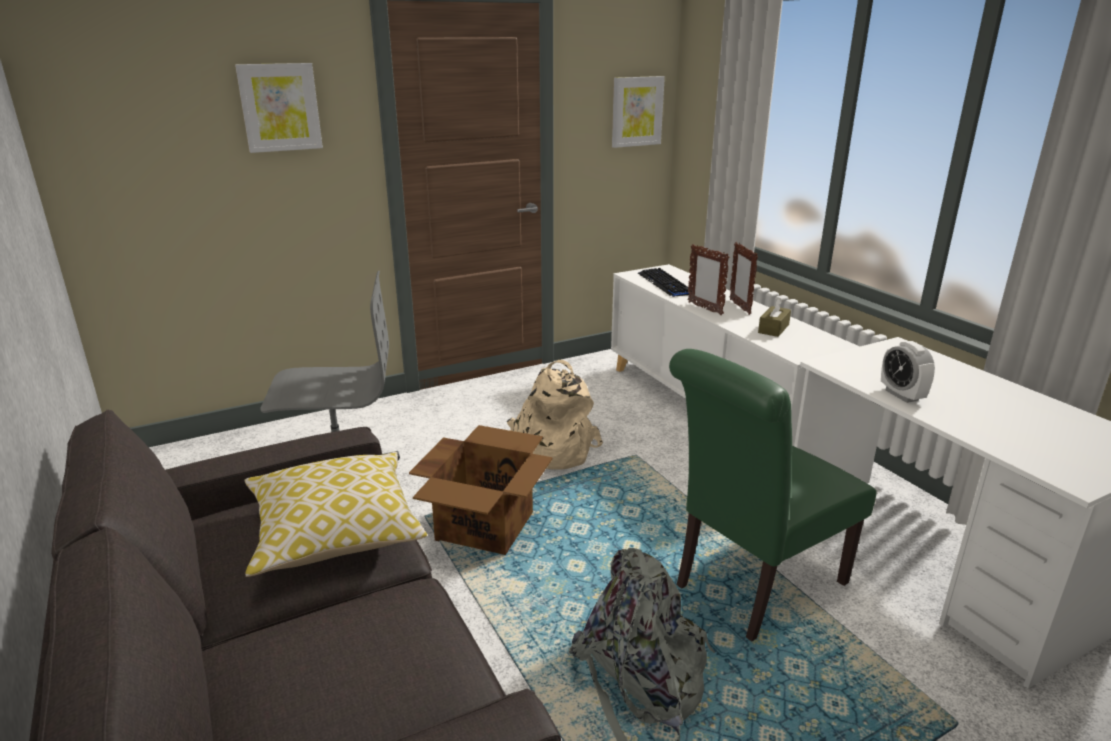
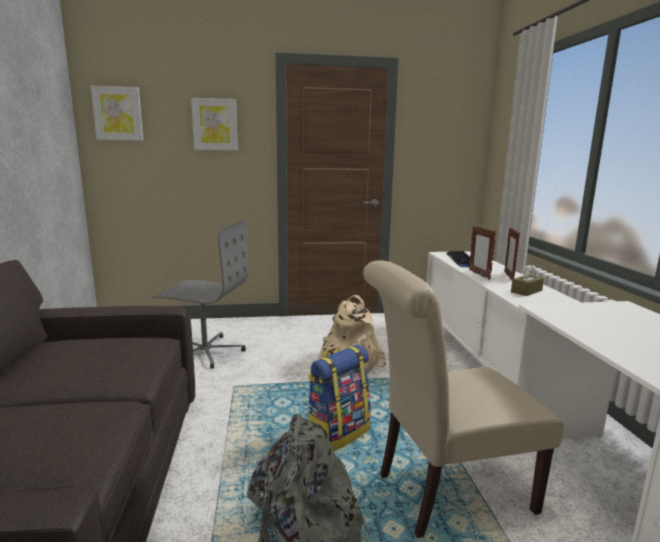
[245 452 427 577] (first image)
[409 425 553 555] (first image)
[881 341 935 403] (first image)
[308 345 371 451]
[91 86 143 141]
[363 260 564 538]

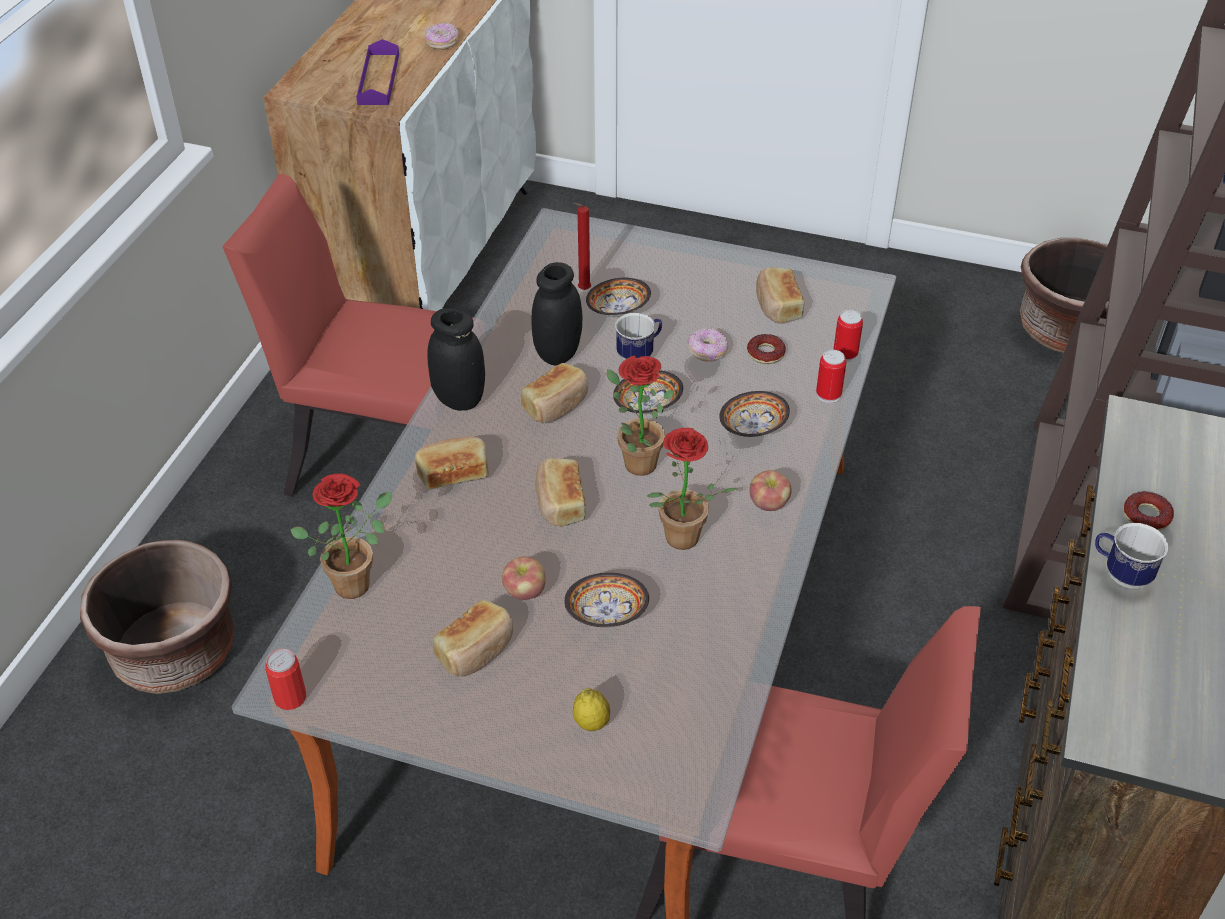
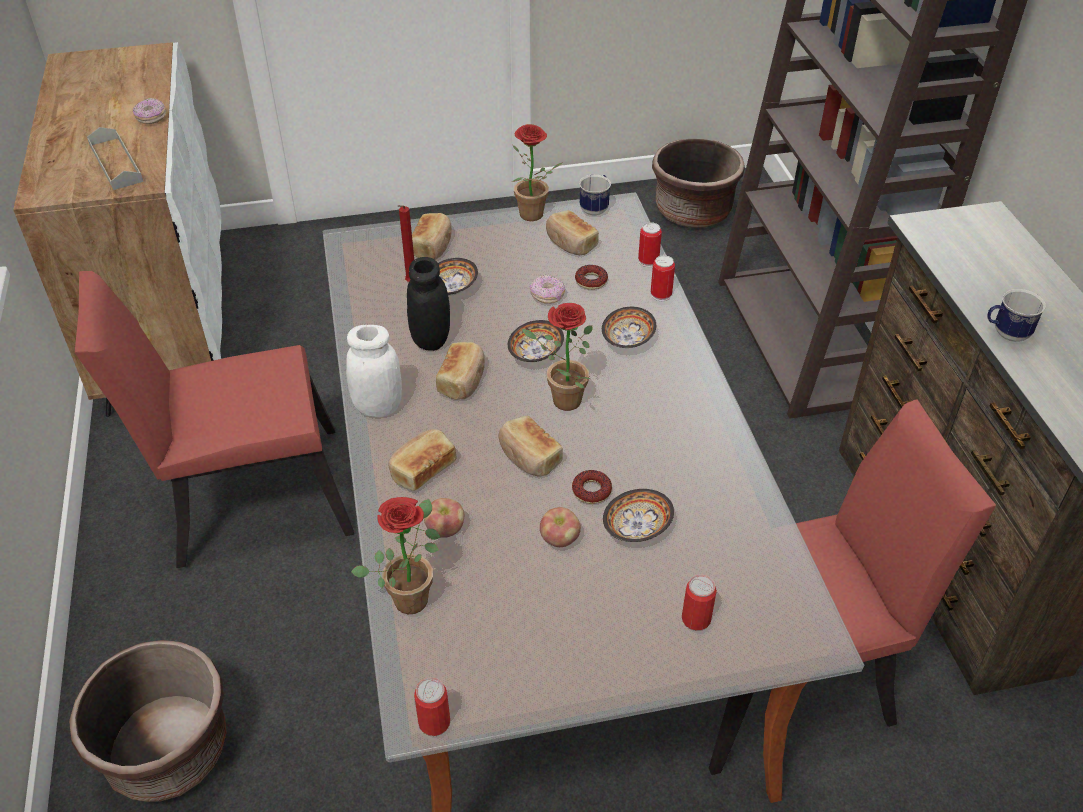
[412 213 452 260]
[579 175 611 216]
[512 124 563 221]
[424 498 464 538]
[572 470 612 504]
[682 575 717 630]
[87 127 144 190]
[346 325 402 417]

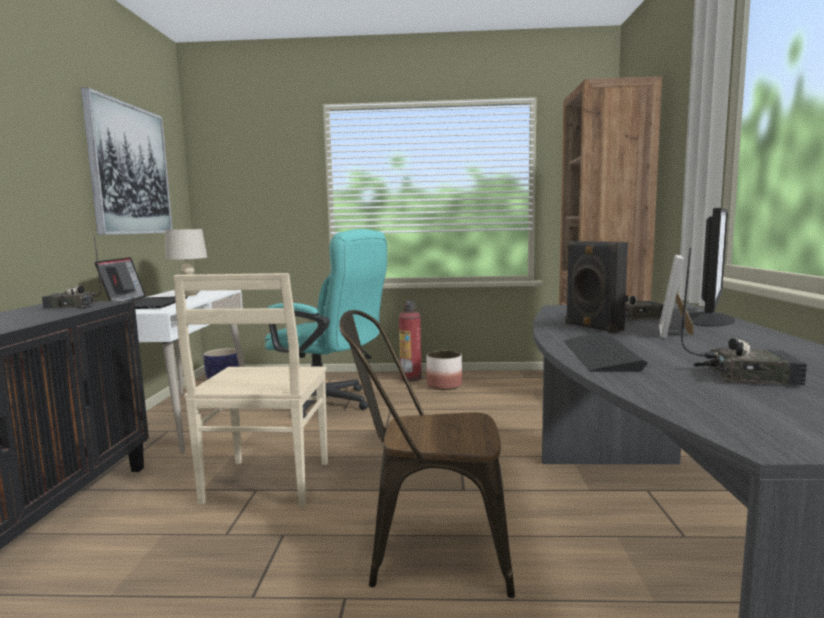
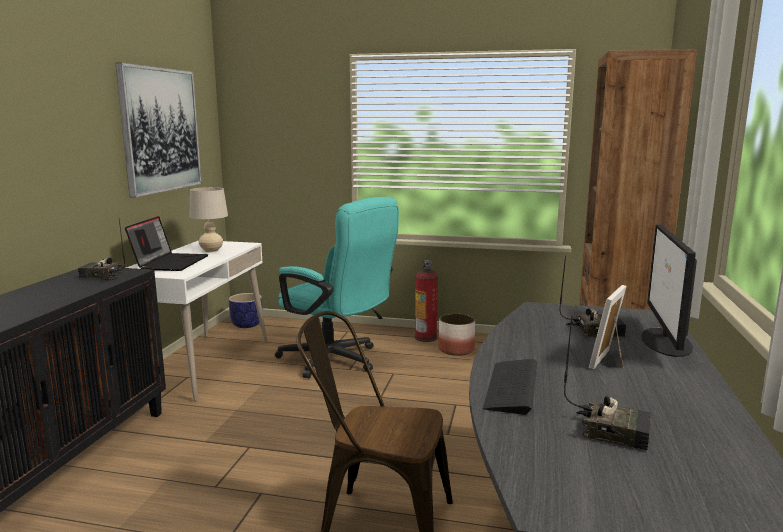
[173 273 328 507] (first image)
[566 241 628 333] (first image)
[641 224 697 357]

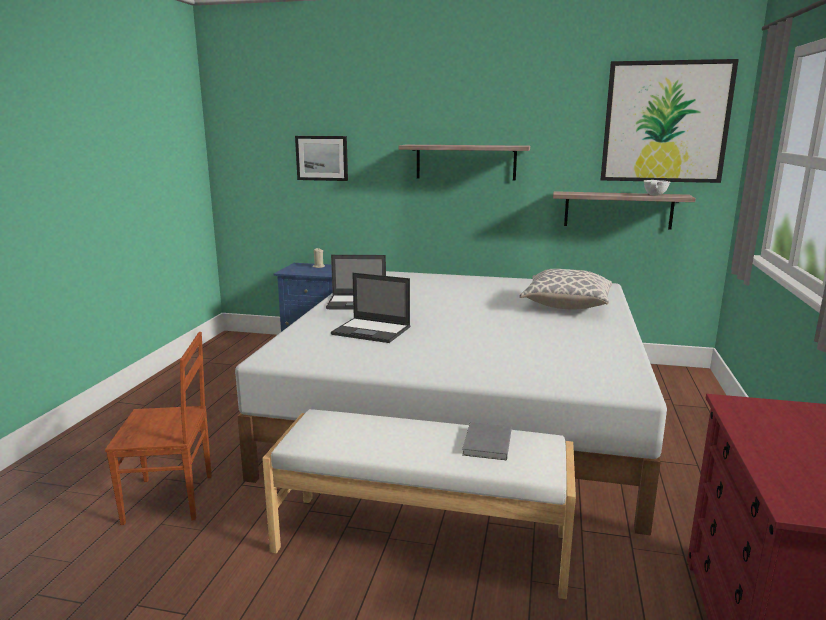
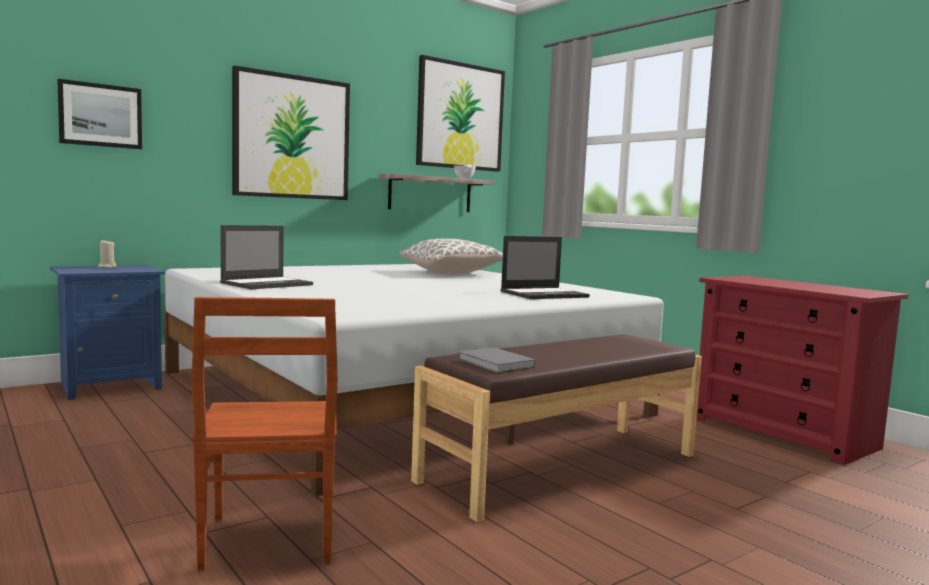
[501 236 590 299]
[458 348 535 373]
[232 65 350 200]
[411 335 702 522]
[192 297 338 571]

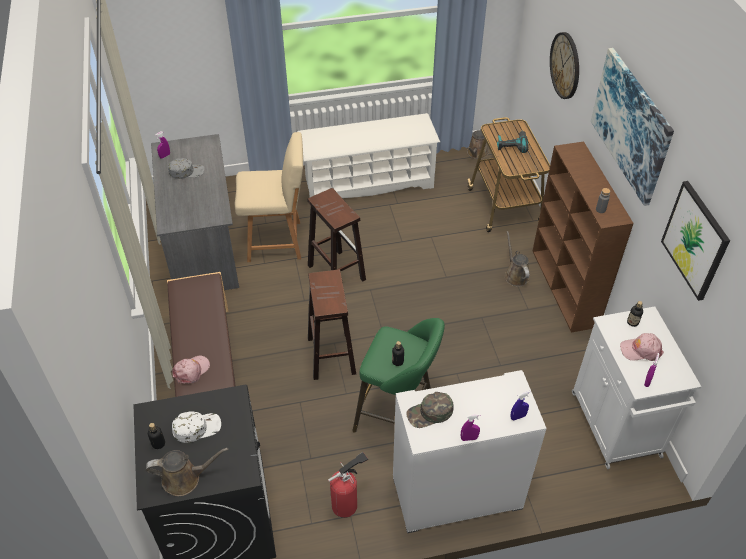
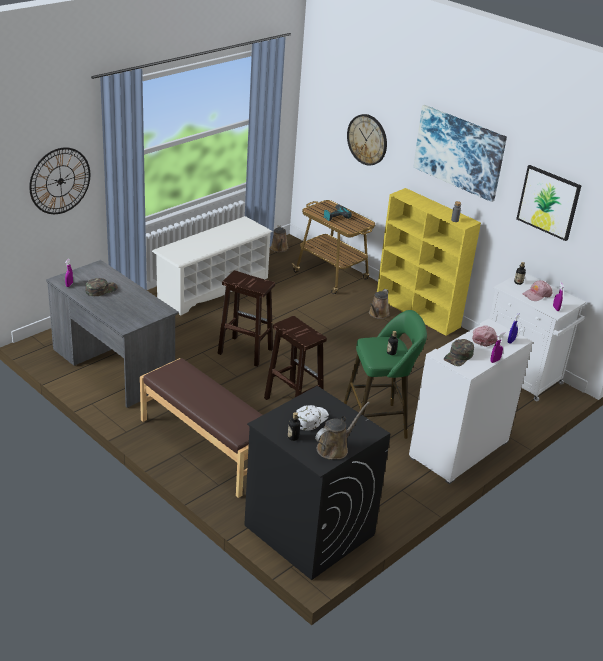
[235 132 303 262] (first image)
[328 452 368 518] (first image)
[29 147 90 214]
[472 325 497 347]
[85 278 118 296]
[377 188 481 336]
[369 289 390 319]

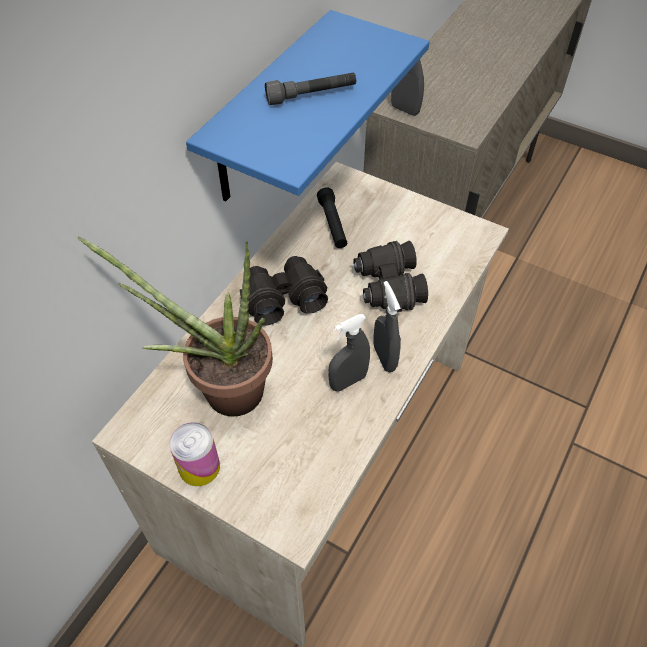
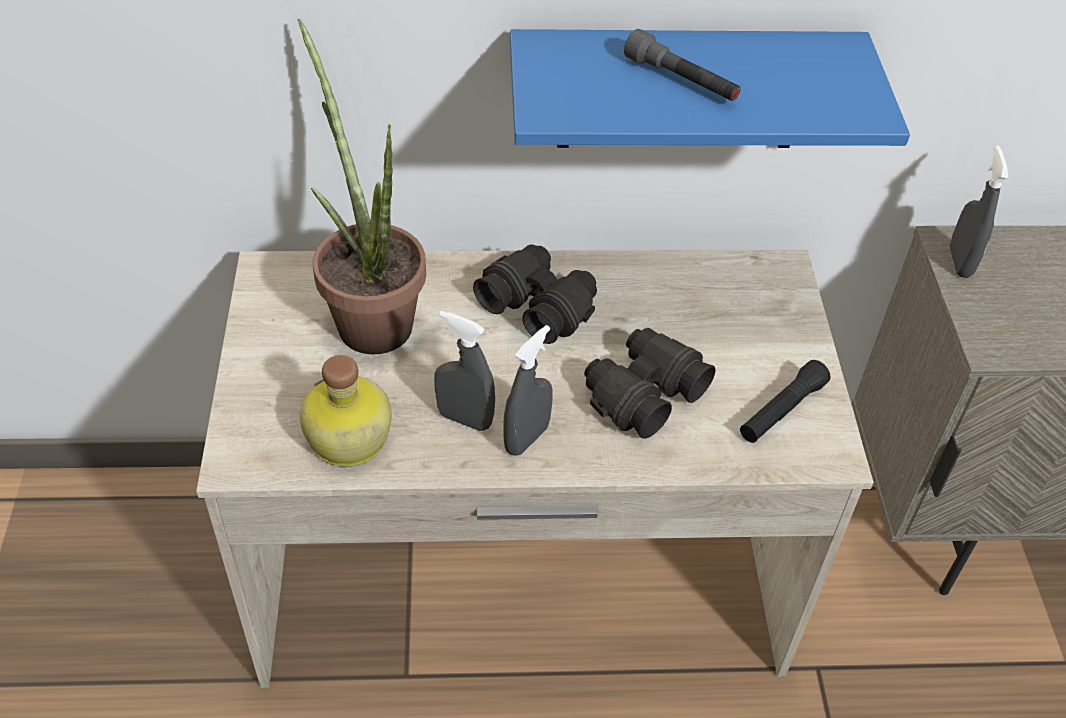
[169 422 220 486] (first image)
[300 355 392 467]
[740 360 831 443]

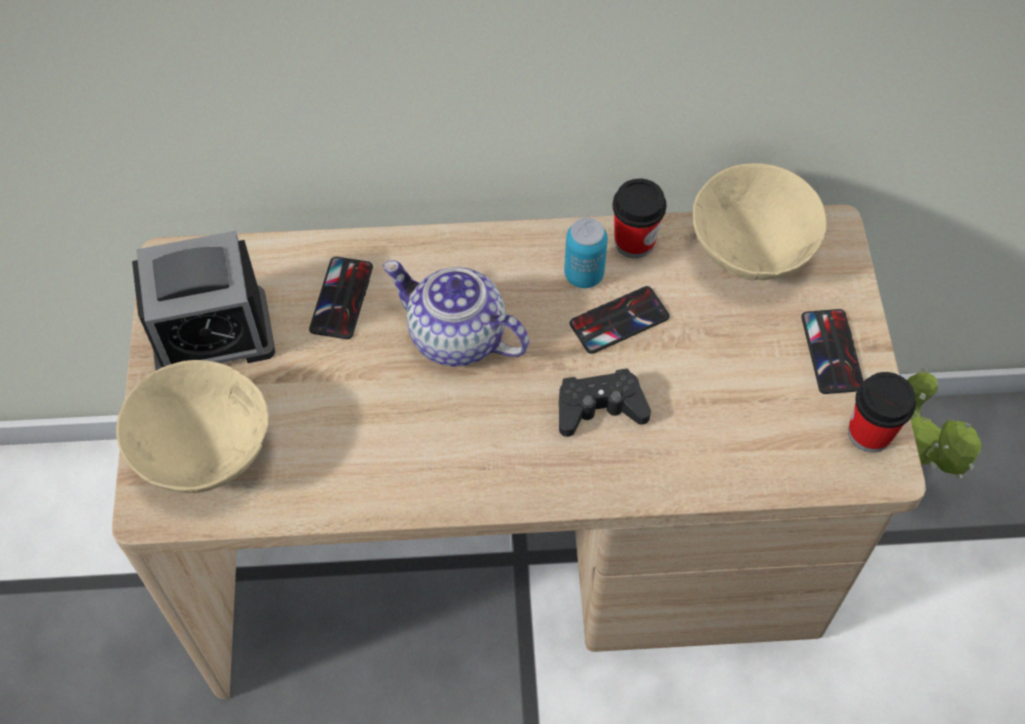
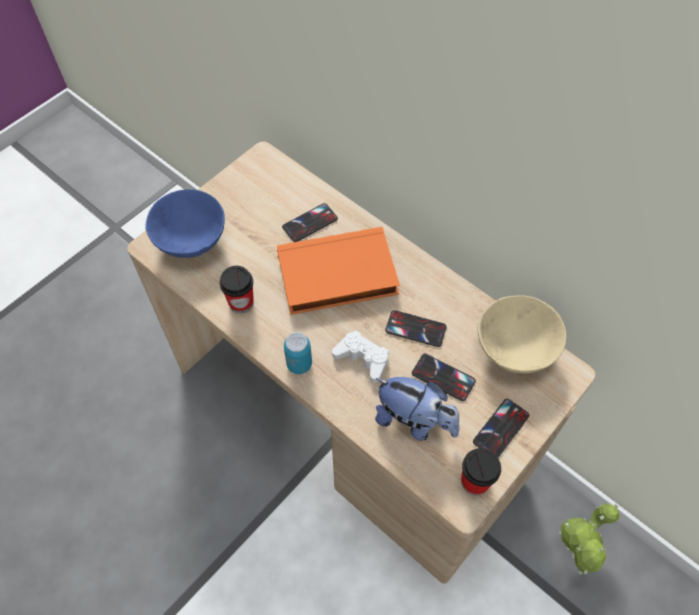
[132 231 275 370] (first image)
[375 377 459 441]
[412 354 476 401]
[284 333 312 374]
[220 266 254 313]
[277 227 400 315]
[145 189 225 258]
[332 331 389 383]

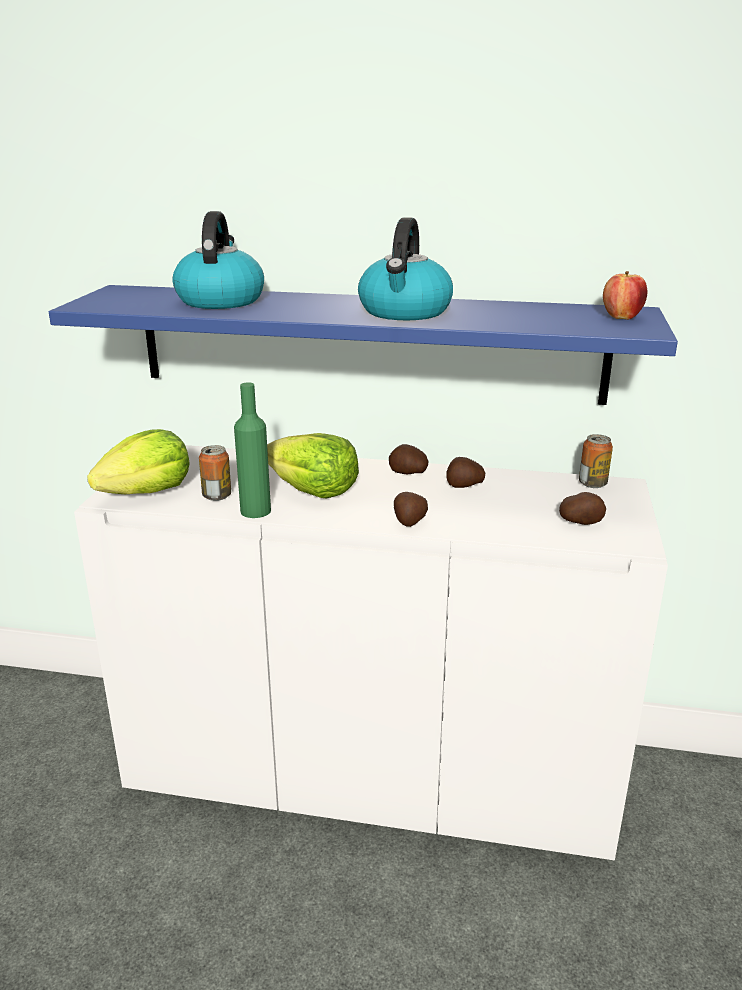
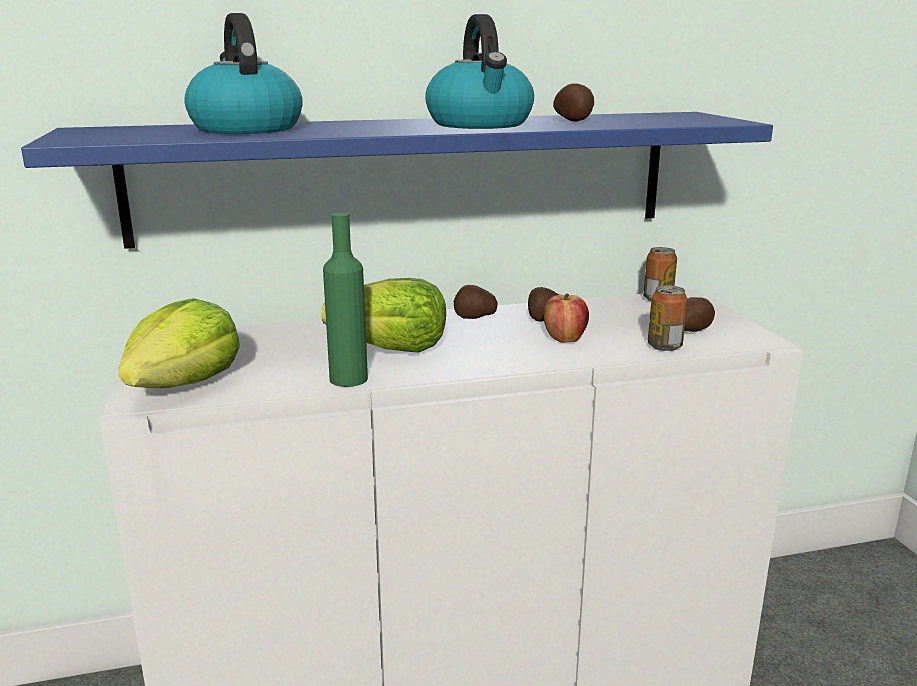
[648 285 688 351]
[553 83 594 122]
[544 293 589 343]

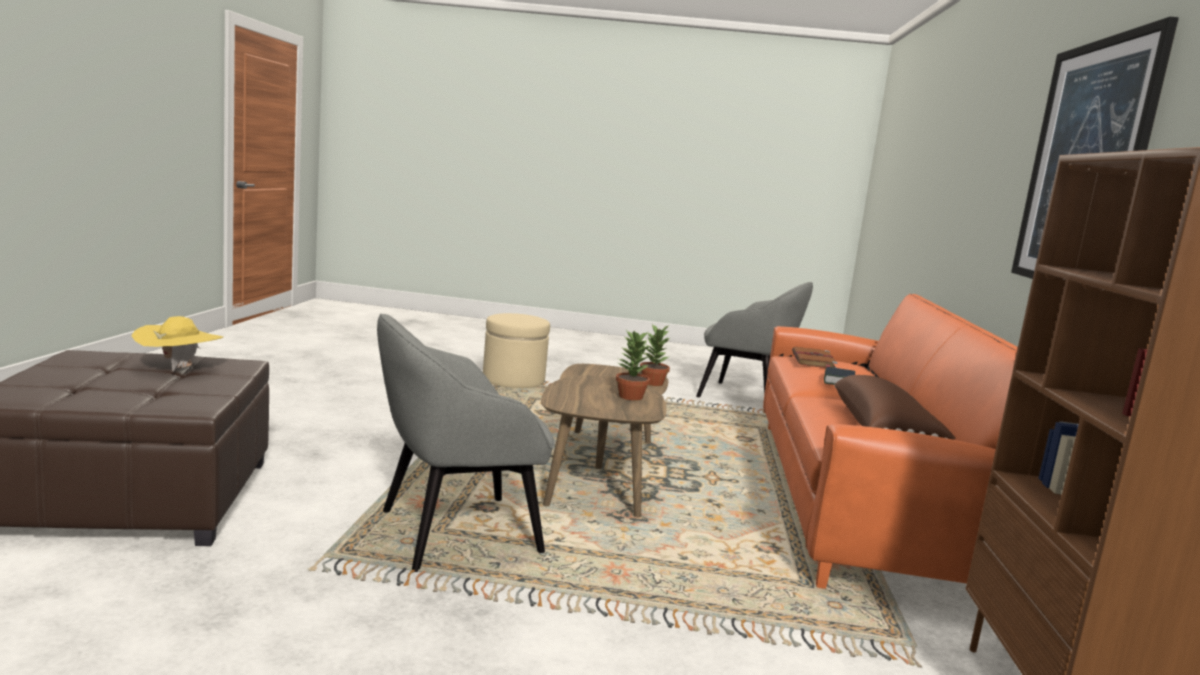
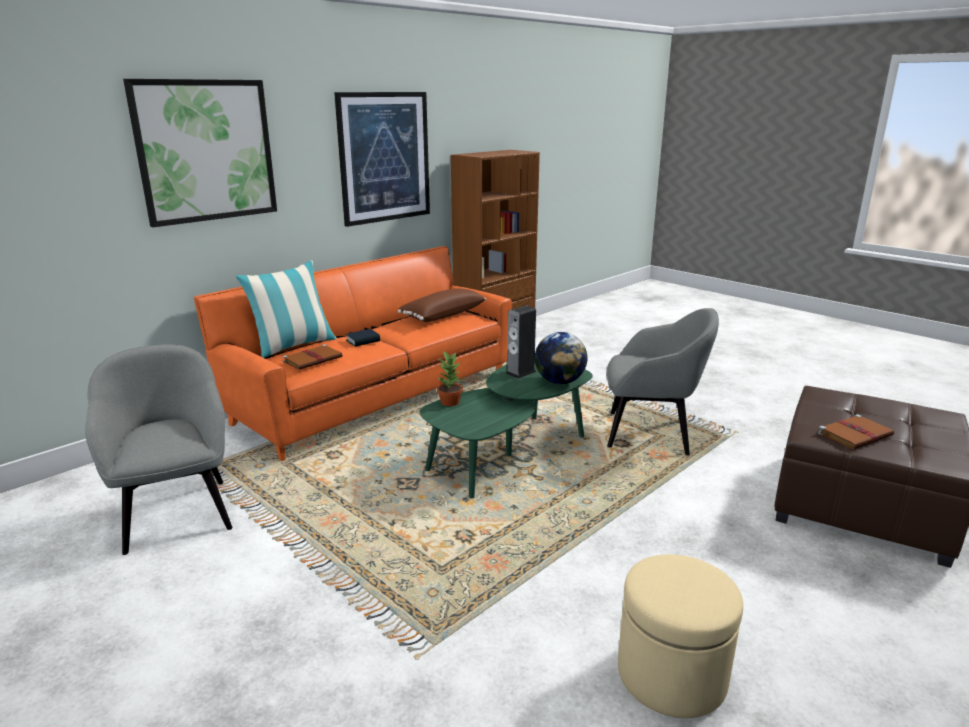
[123 79 277 227]
[236 260 336 358]
[535 332 587 384]
[618 554 743 718]
[818 414 894 449]
[506 305 536 379]
[419 365 593 499]

